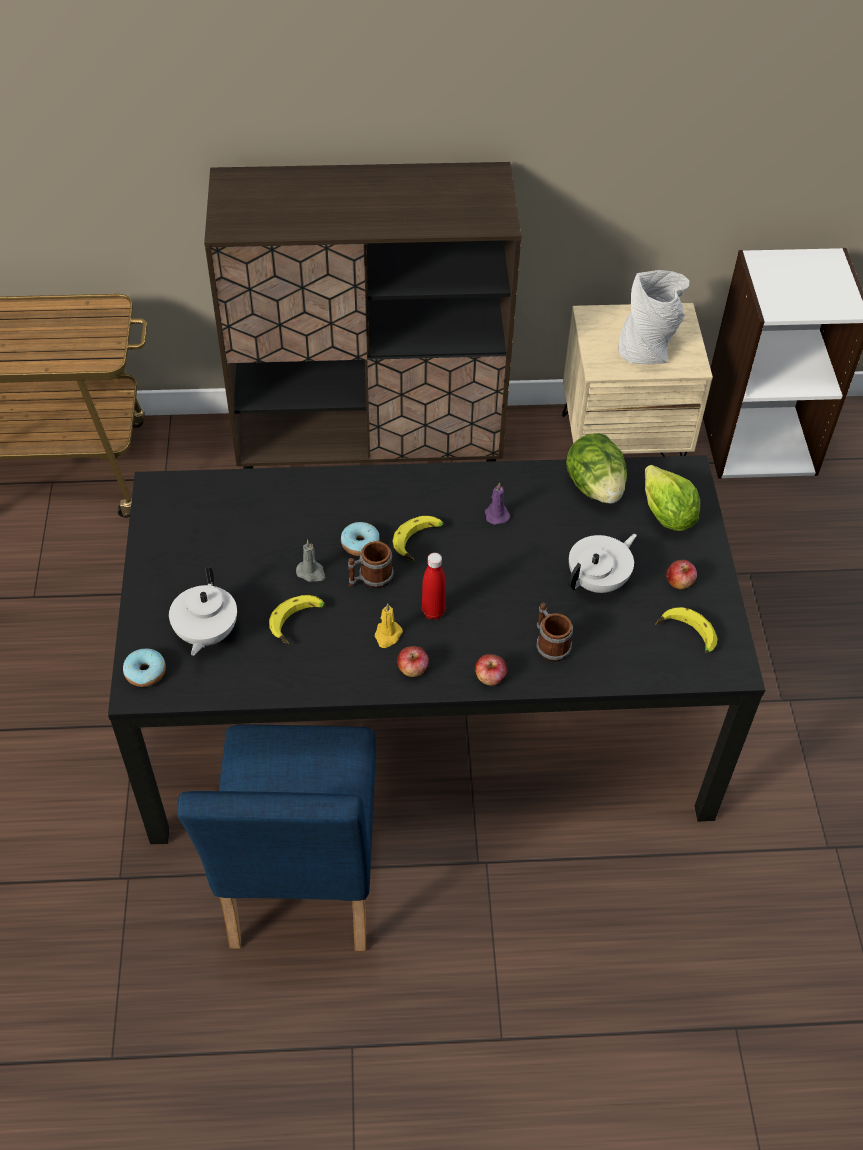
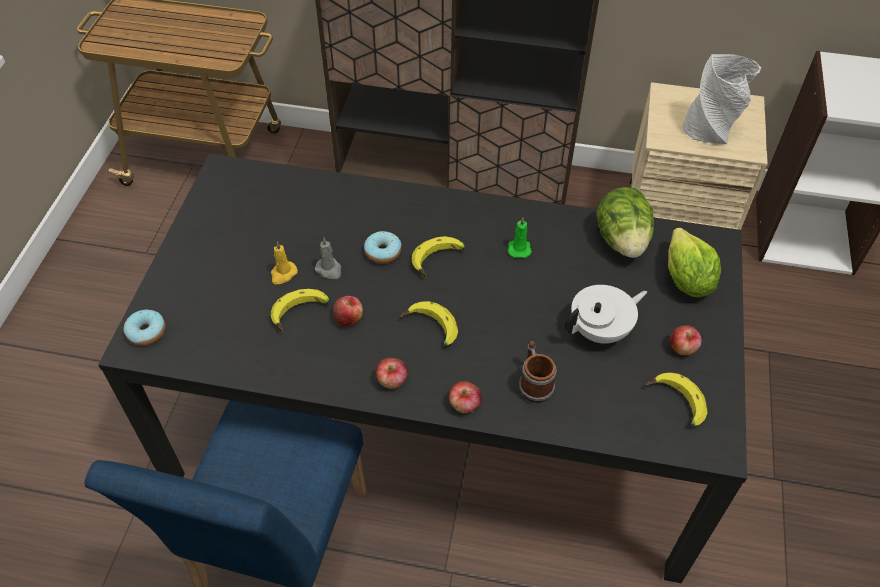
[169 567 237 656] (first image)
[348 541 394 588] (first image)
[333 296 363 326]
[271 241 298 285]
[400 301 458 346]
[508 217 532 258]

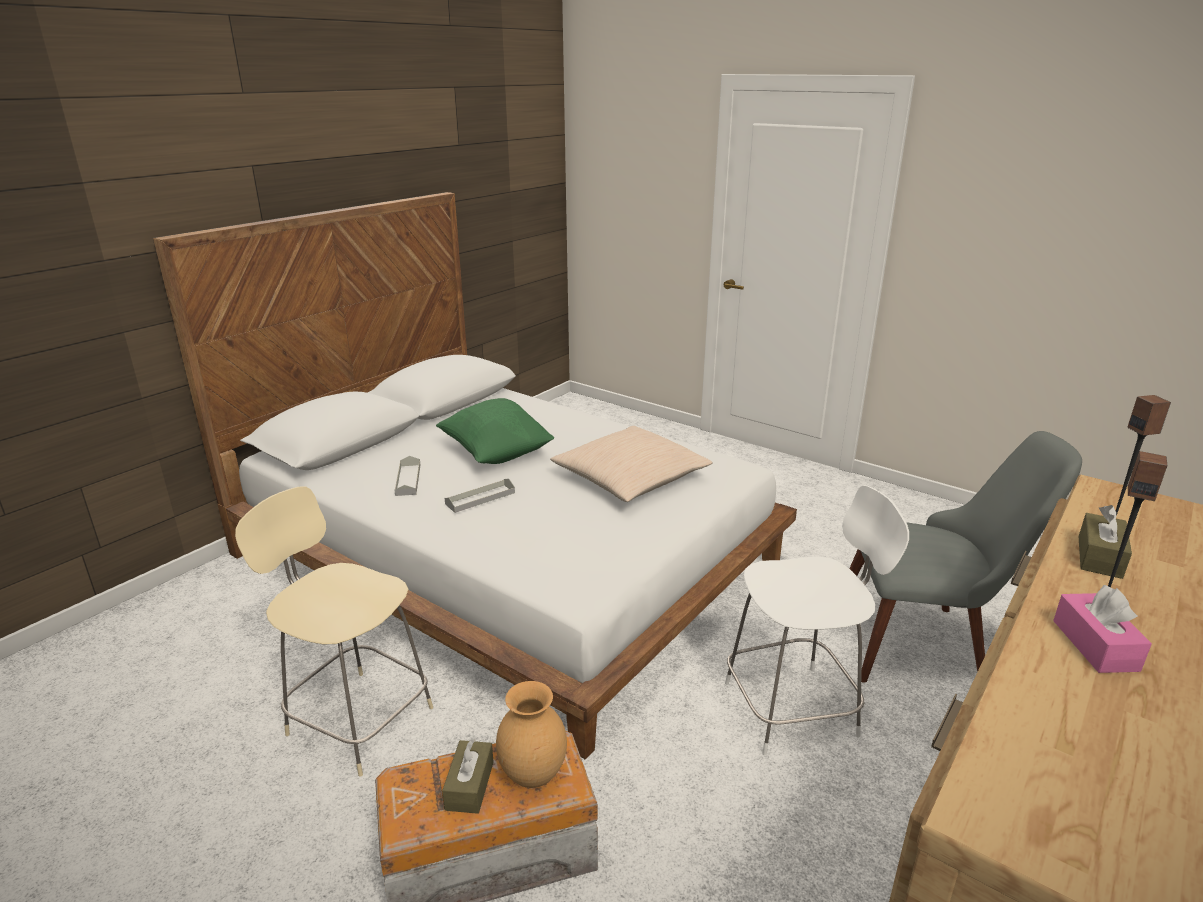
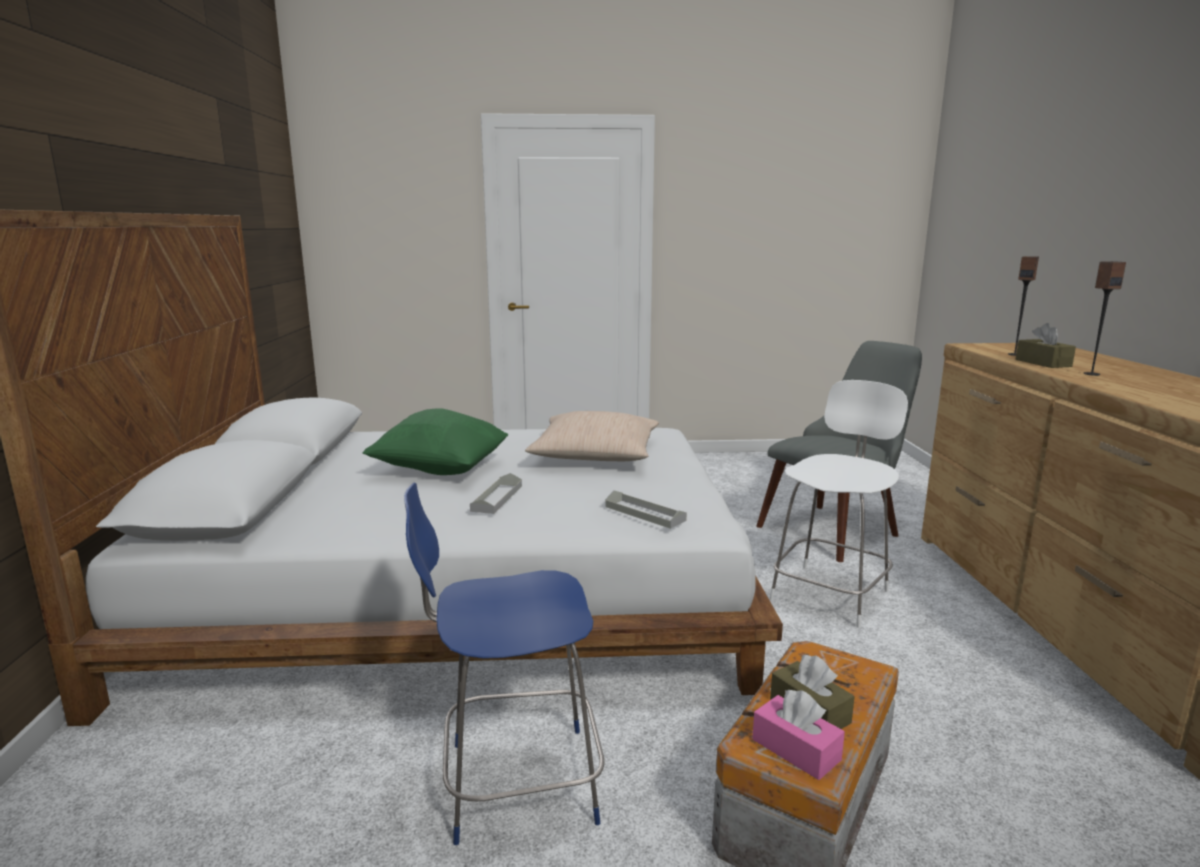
[496 681 567 788] (first image)
[605 491 687 529]
[752 690 845 780]
[404 483 604 845]

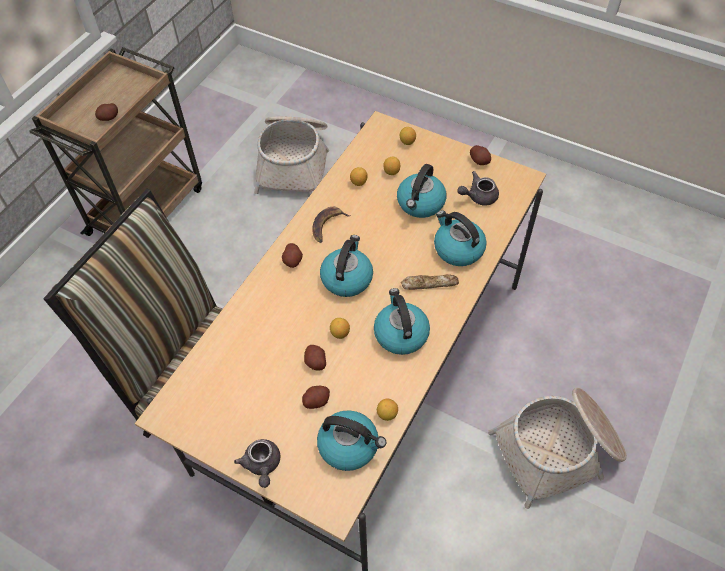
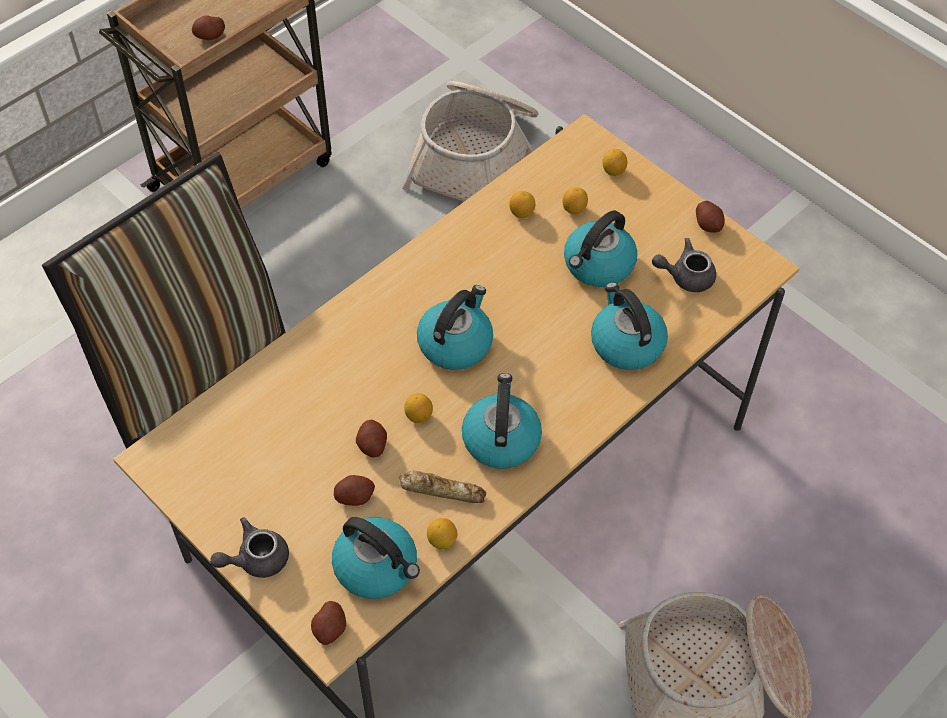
[312 207 351 243] (first image)
[311 601 346 645]
[399 471 486 503]
[210 517 289 578]

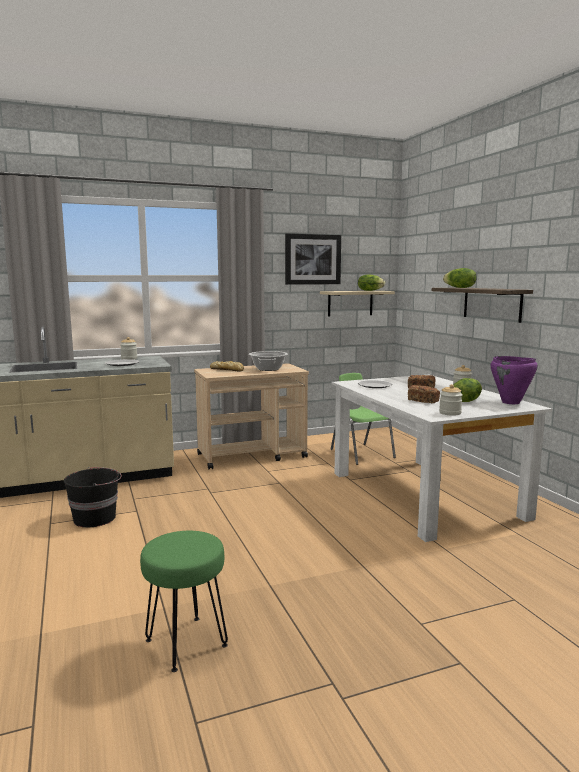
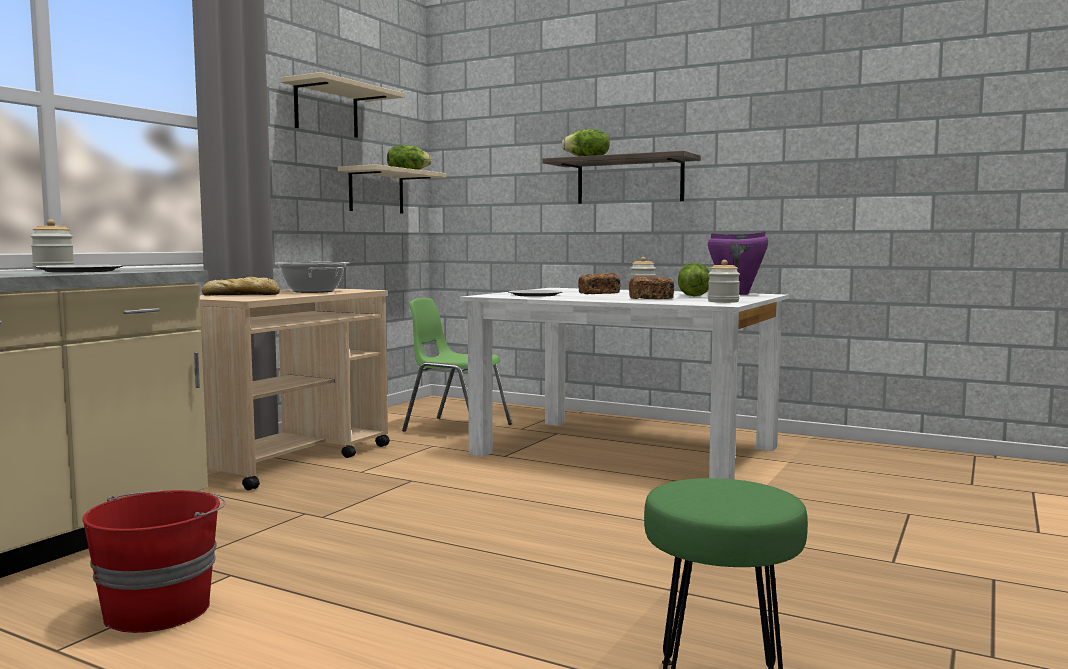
[281 72 404 138]
[82 490 226 633]

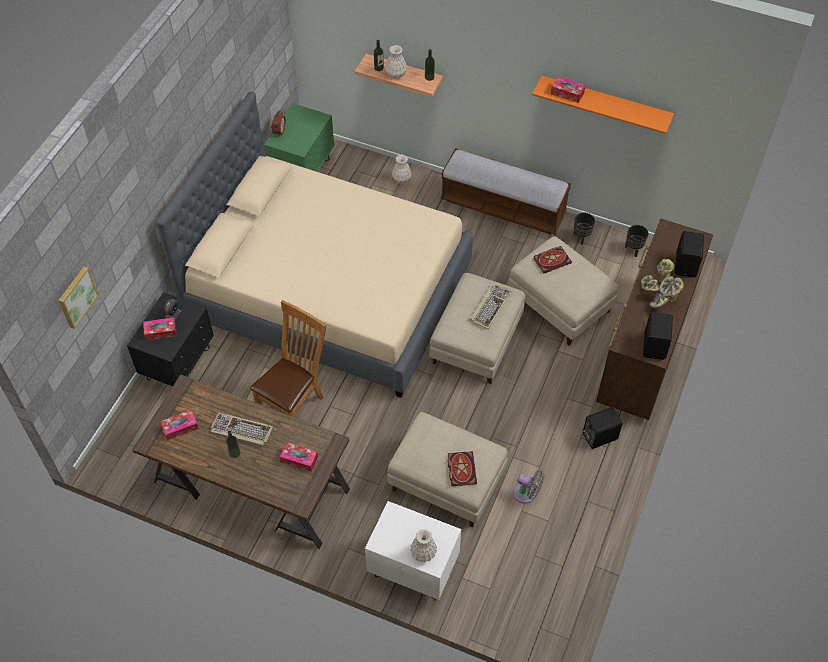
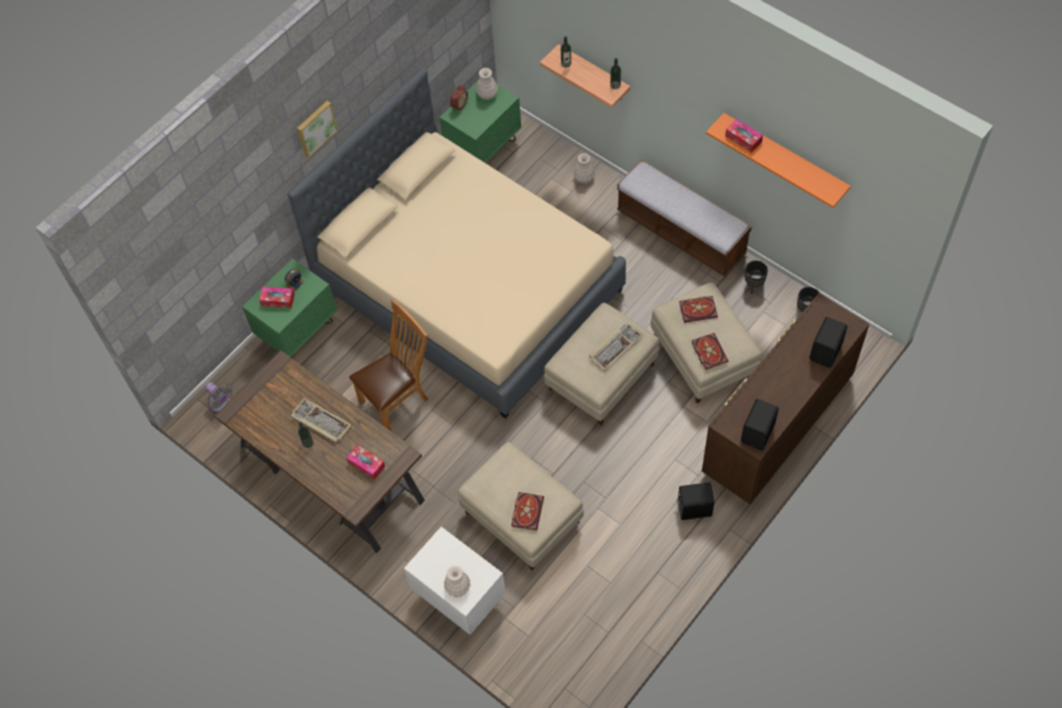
[160 410 199 441] (first image)
[641 259 684 308] (first image)
[692 333 728 370]
[297 101 338 158]
[476 68 498 100]
[205 382 233 412]
[242 258 337 359]

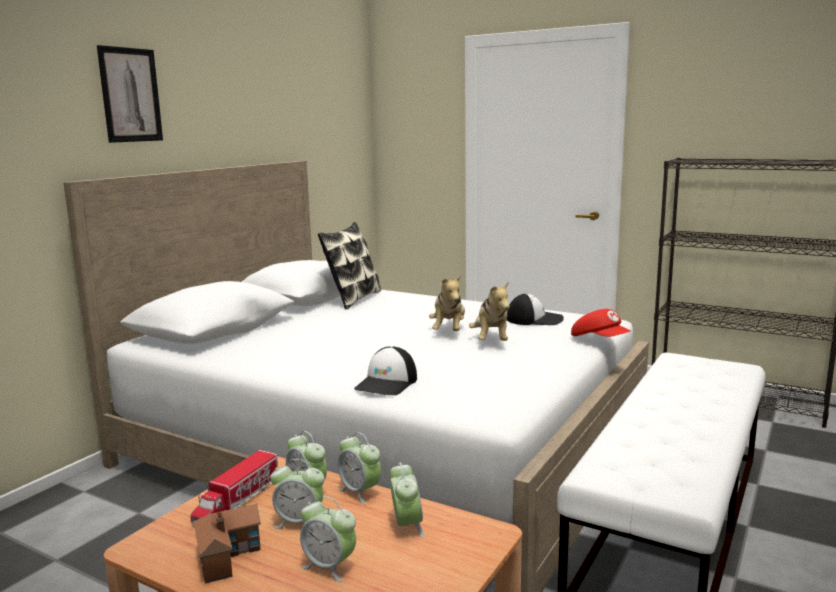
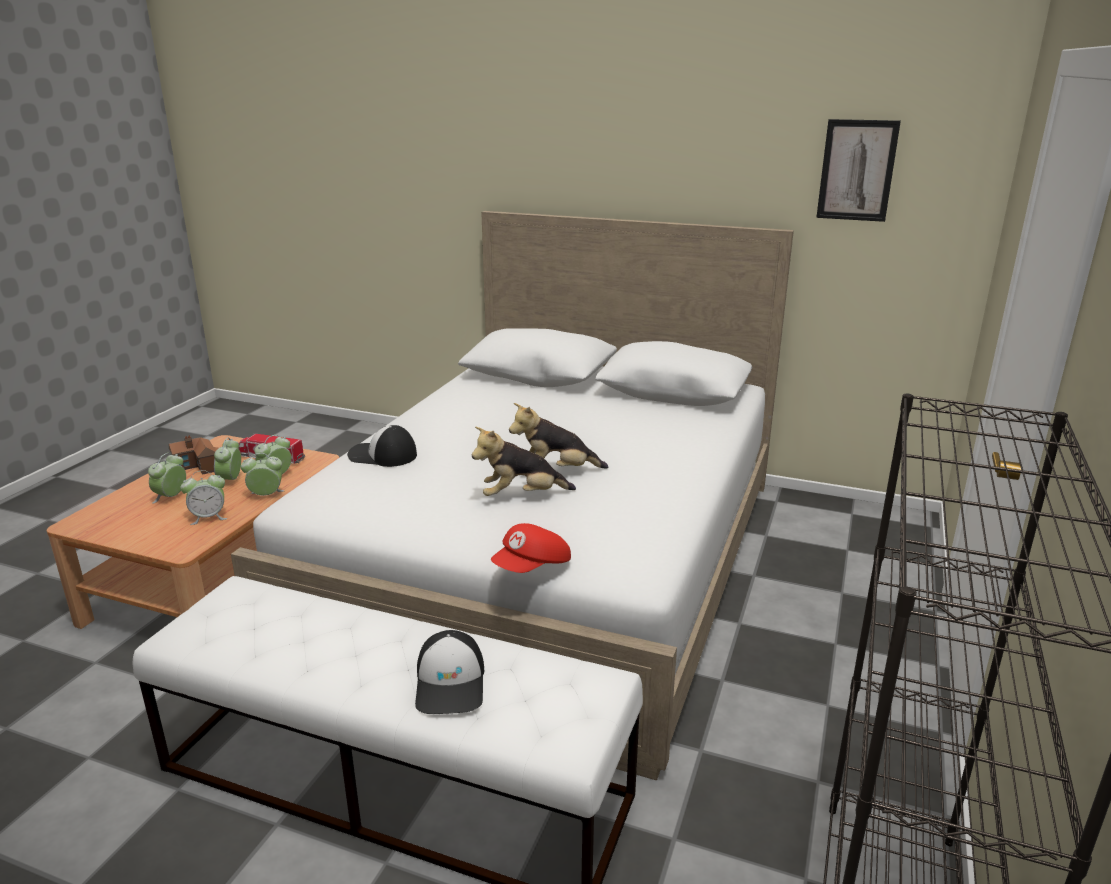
[318 222 381 309] (first image)
[816 119 901 222]
[415 630 484 714]
[241 453 285 496]

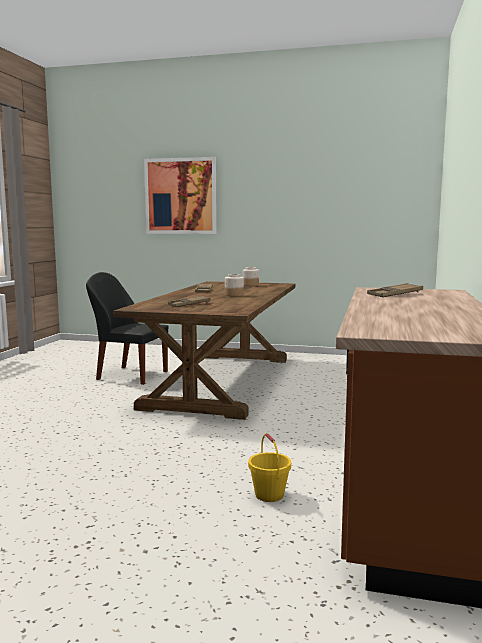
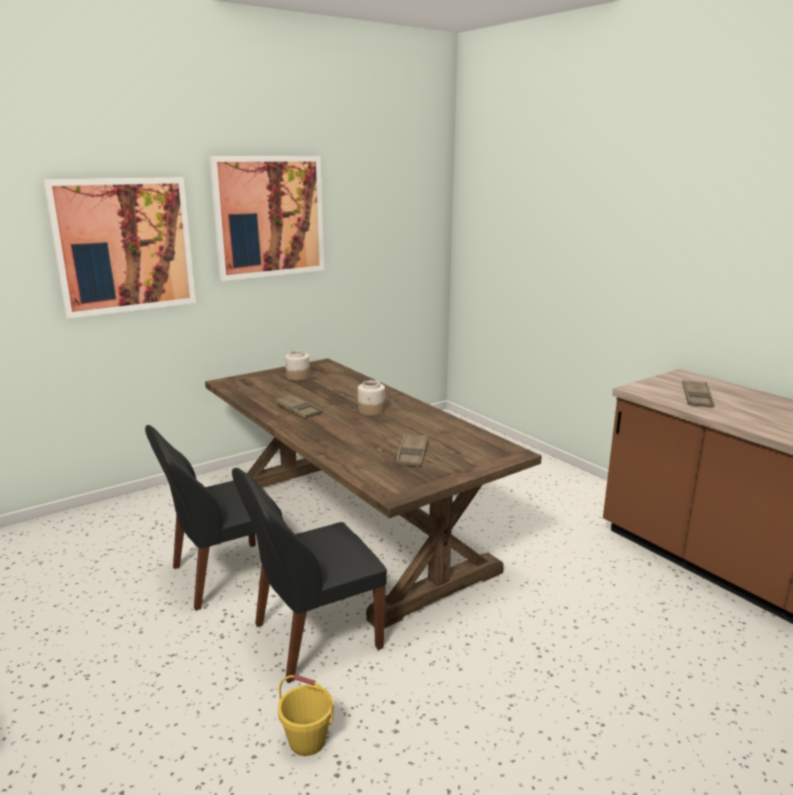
[209 156 324 281]
[232 468 387 683]
[278 675 334 756]

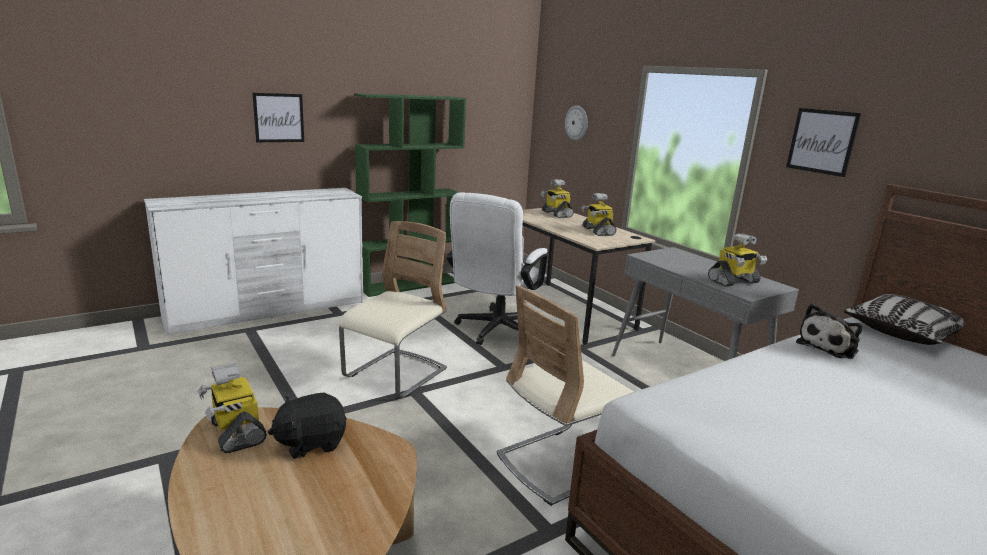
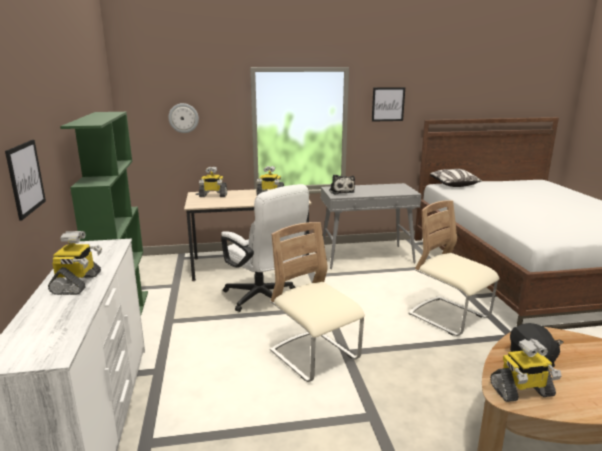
[48 231 102 295]
[329 174 355 195]
[408 200 499 336]

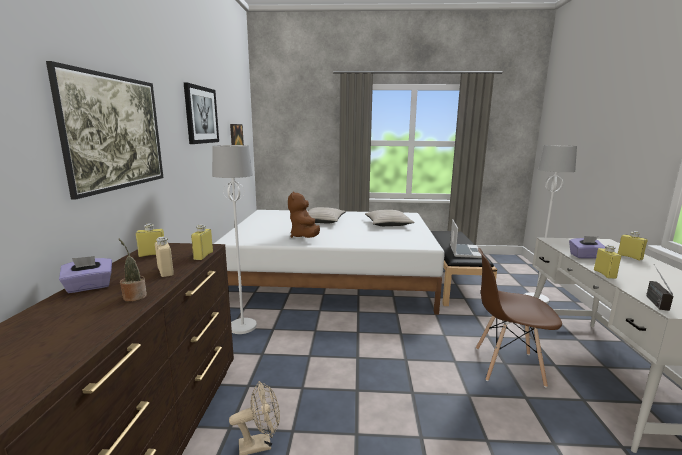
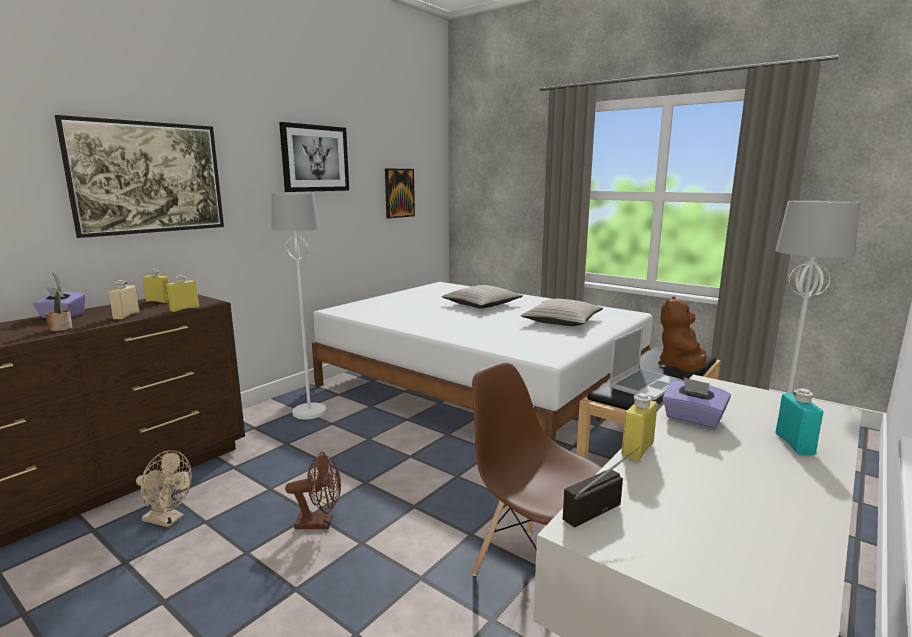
[285 452 341 529]
[658 297 706 372]
[775 388 823 455]

